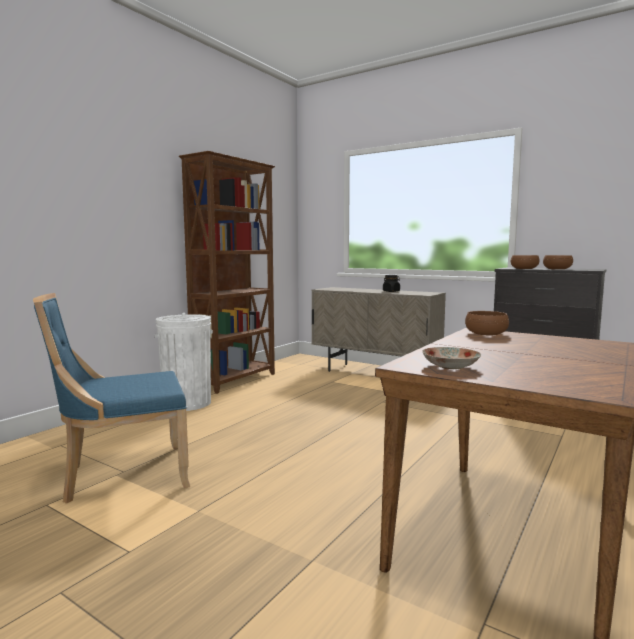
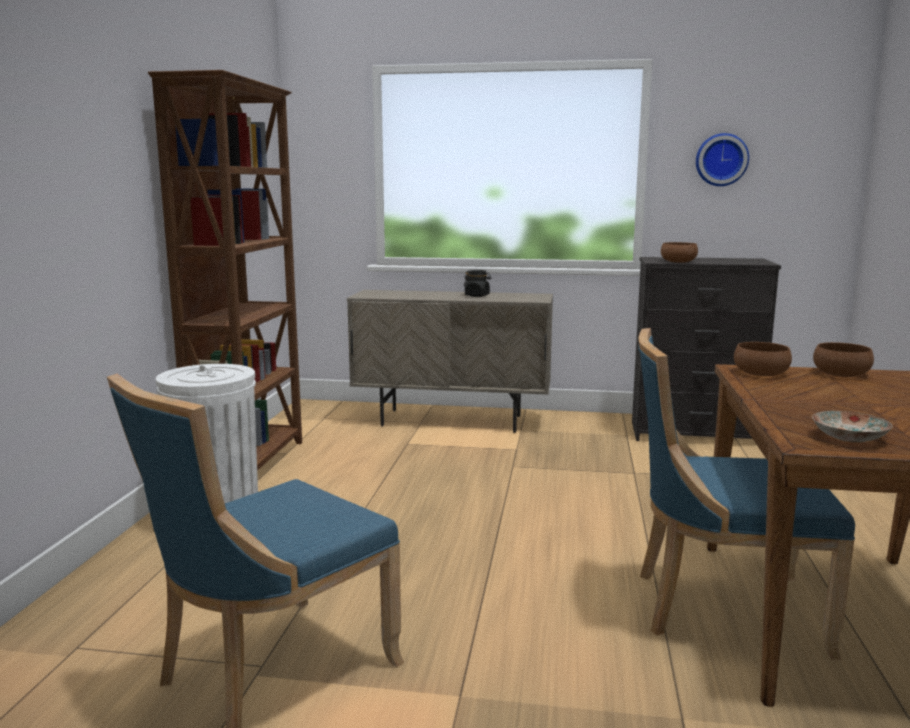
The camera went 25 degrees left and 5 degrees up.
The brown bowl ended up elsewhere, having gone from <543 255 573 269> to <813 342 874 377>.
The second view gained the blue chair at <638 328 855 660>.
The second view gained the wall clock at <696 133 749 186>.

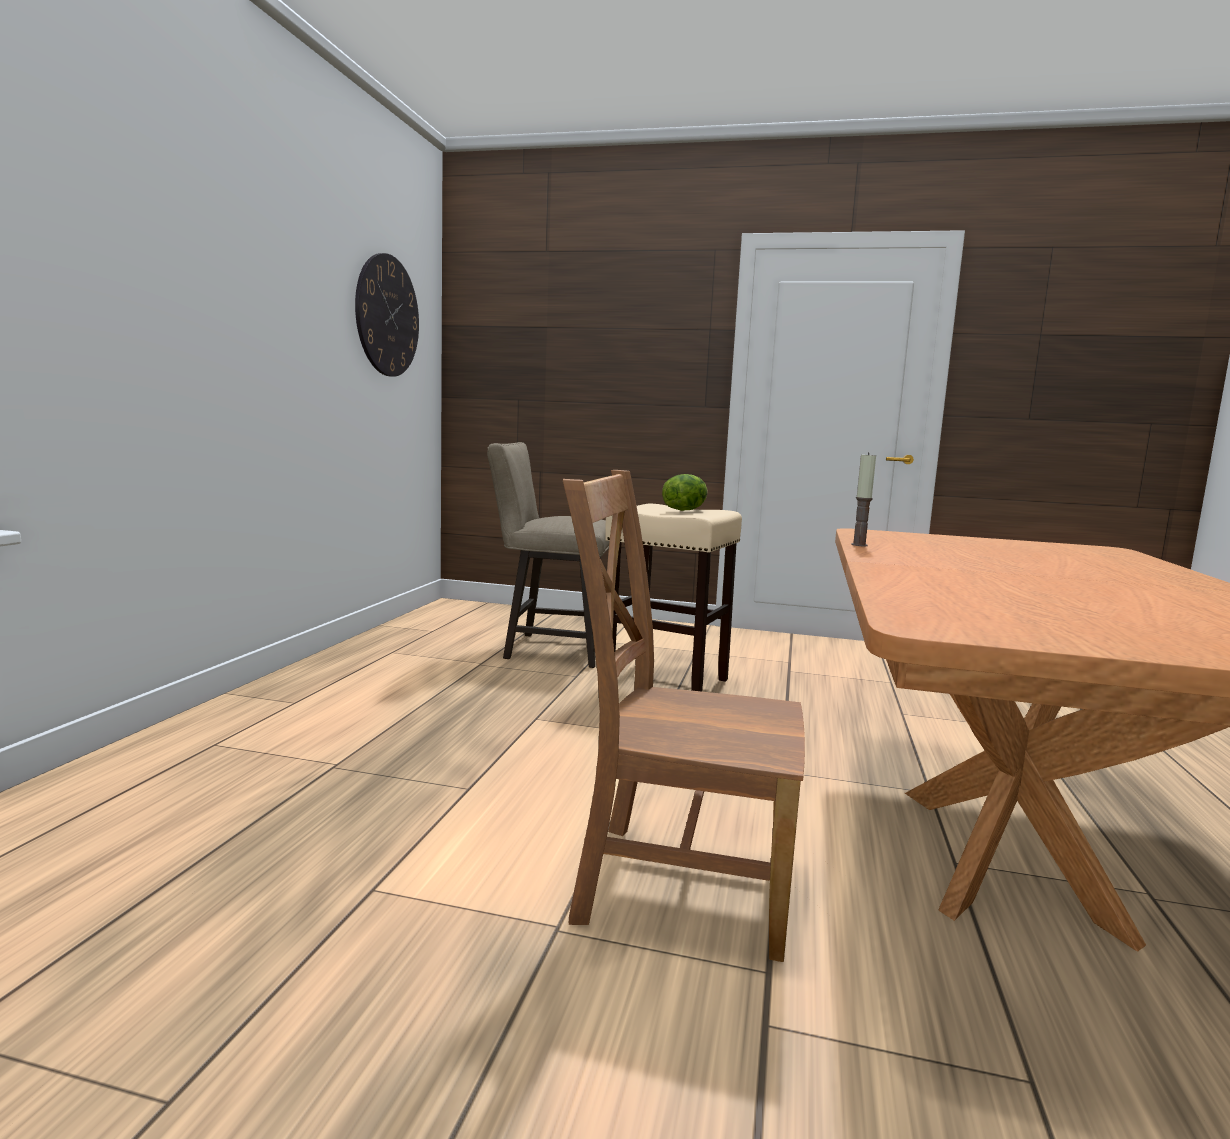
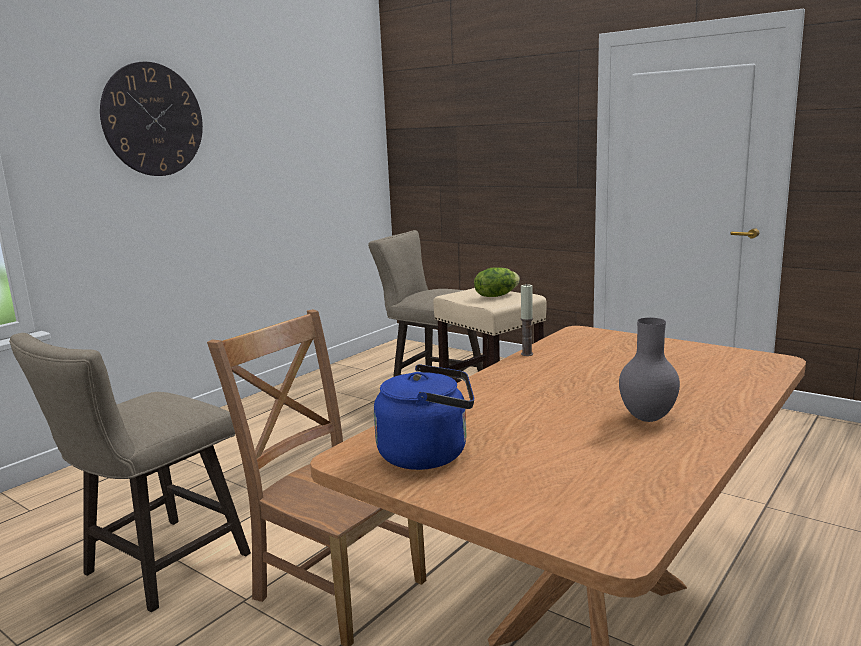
The camera went 25 degrees right and 5 degrees up.
The wall clock ended up elsewhere, having gone from <355 253 419 377> to <100 62 203 176>.
The second view gained the beige stool at <9 333 251 612>.
The second view gained the blue kettle at <374 364 474 470>.
The second view gained the grey vase at <619 318 680 422>.

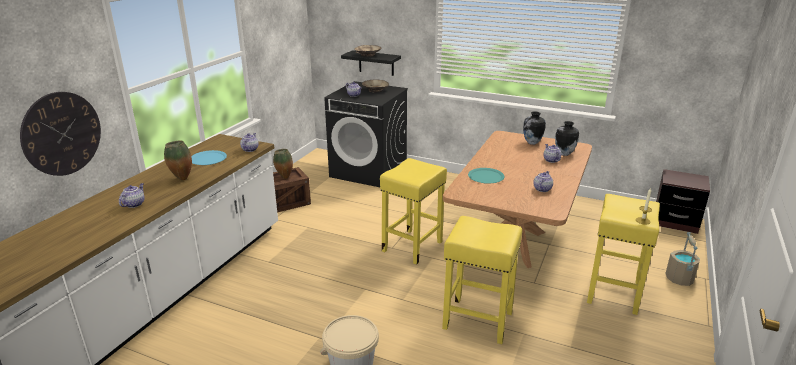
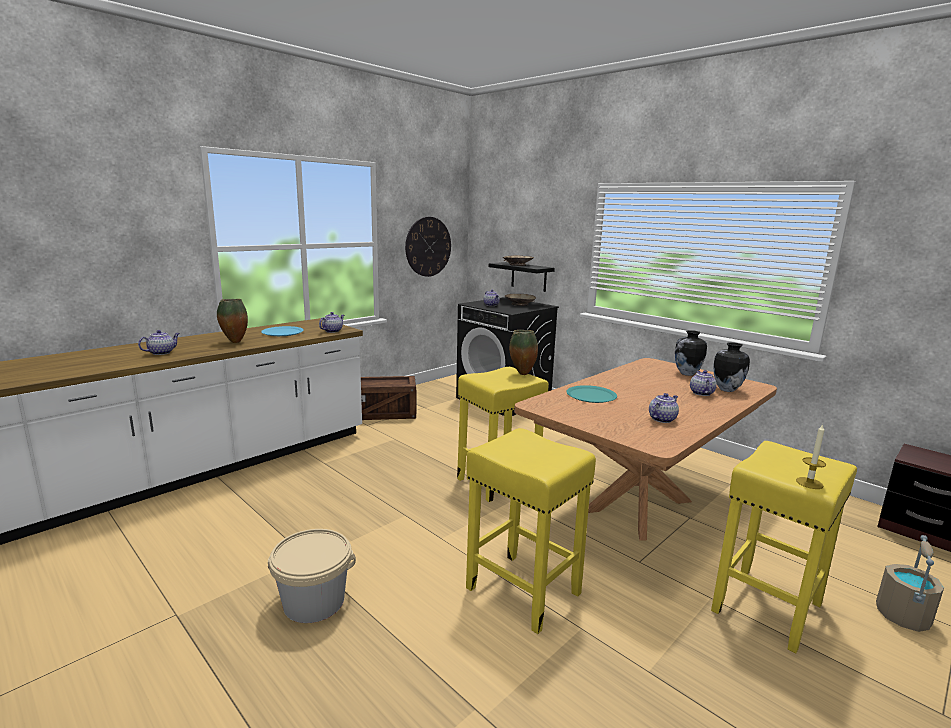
The camera went 20 degrees right and 10 degrees down.
The wall clock ended up elsewhere, having gone from <20 92 101 176> to <405 217 451 277>.
The vase ended up elsewhere, having gone from <273 149 293 179> to <509 330 538 375>.

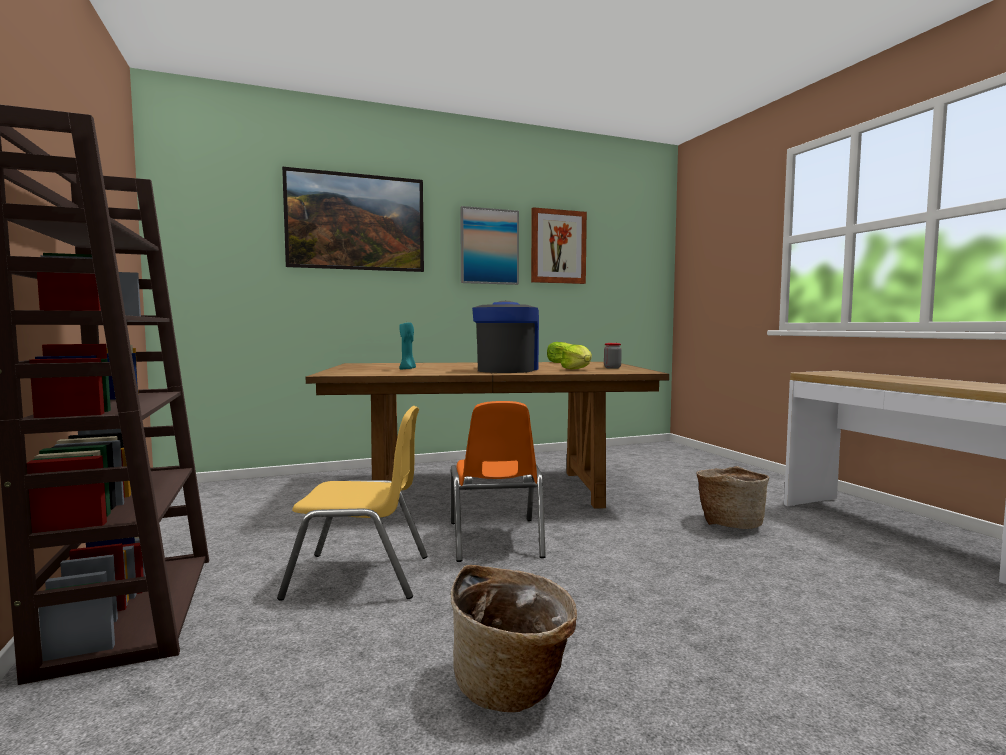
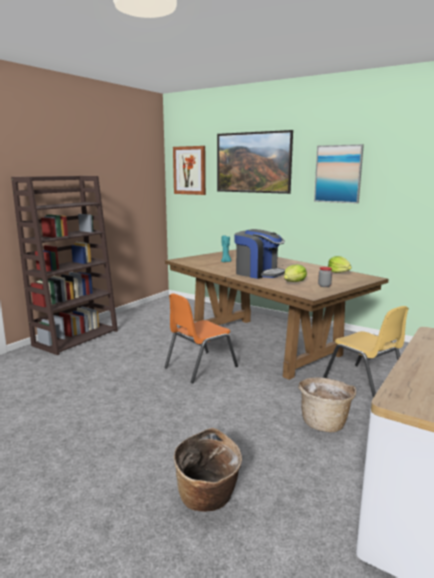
The camera went 55 degrees right and 10 degrees up.
The yellow chair ended up elsewhere, having gone from <277 406 428 600> to <323 306 409 398>.
The basket ended up elsewhere, having gone from <451 565 577 712> to <174 428 242 512>.
The coffee machine at <472 301 539 373> ended up facing another way, 60 degrees clockwise from before.
The picture ended up elsewhere, having gone from <531 207 587 284> to <173 146 206 195>.

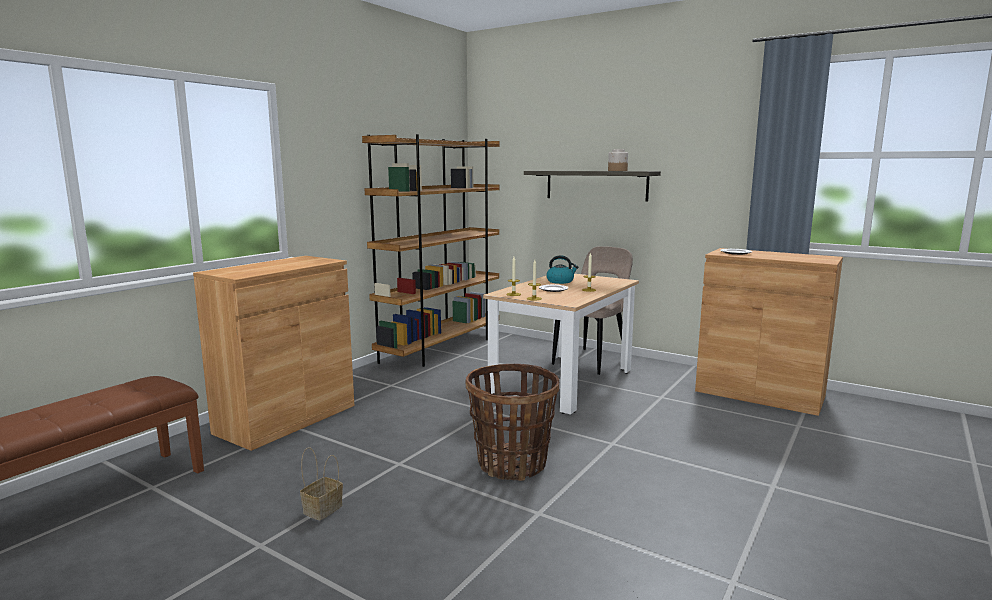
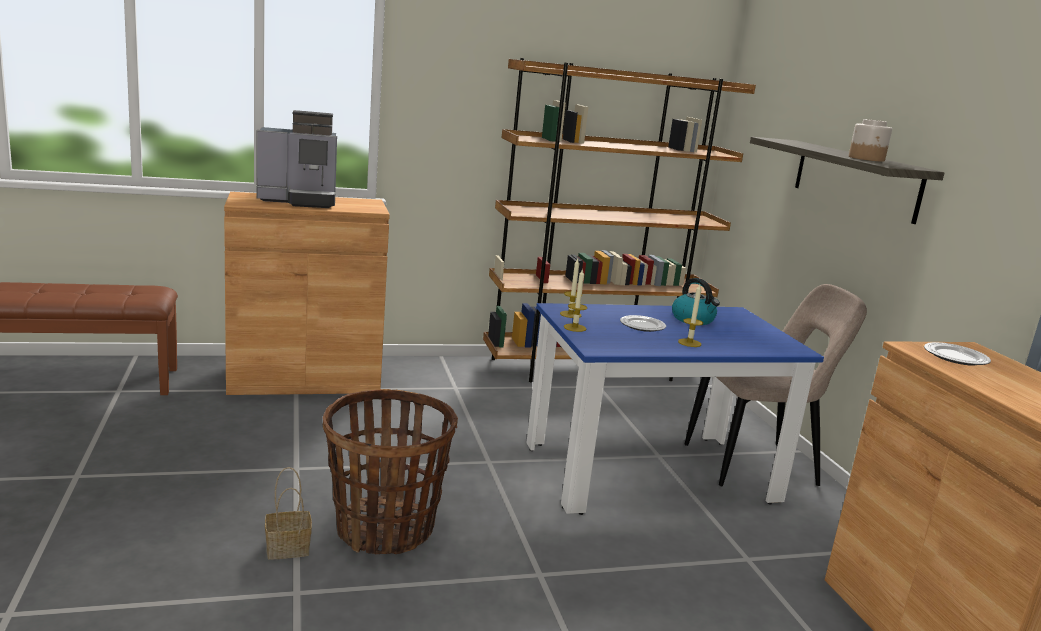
The camera went 40 degrees right and 5 degrees up.
The basket ended up elsewhere, having gone from <300 447 343 520> to <265 467 312 560>.
What was the beige dining table at <483 274 639 415> turned into the blue dining table at <527 303 824 515>.
The second view gained the coffee machine at <256 110 337 208>.

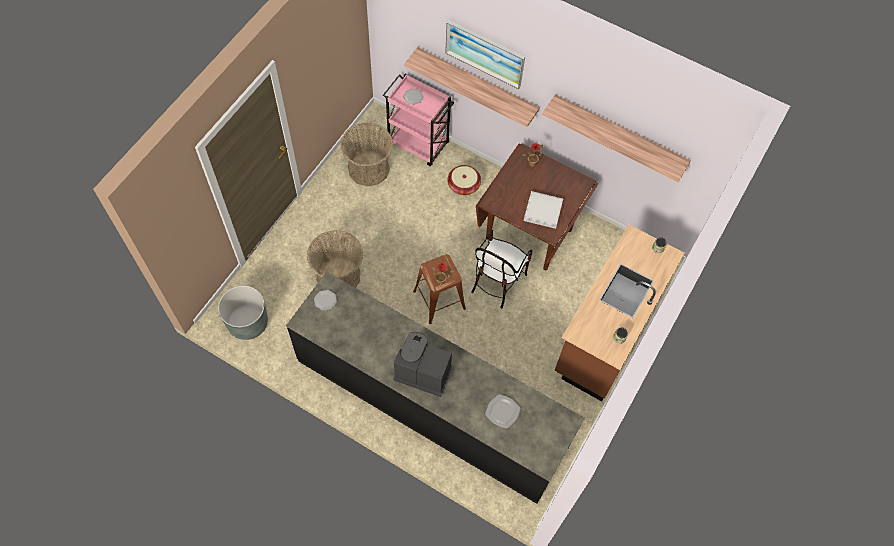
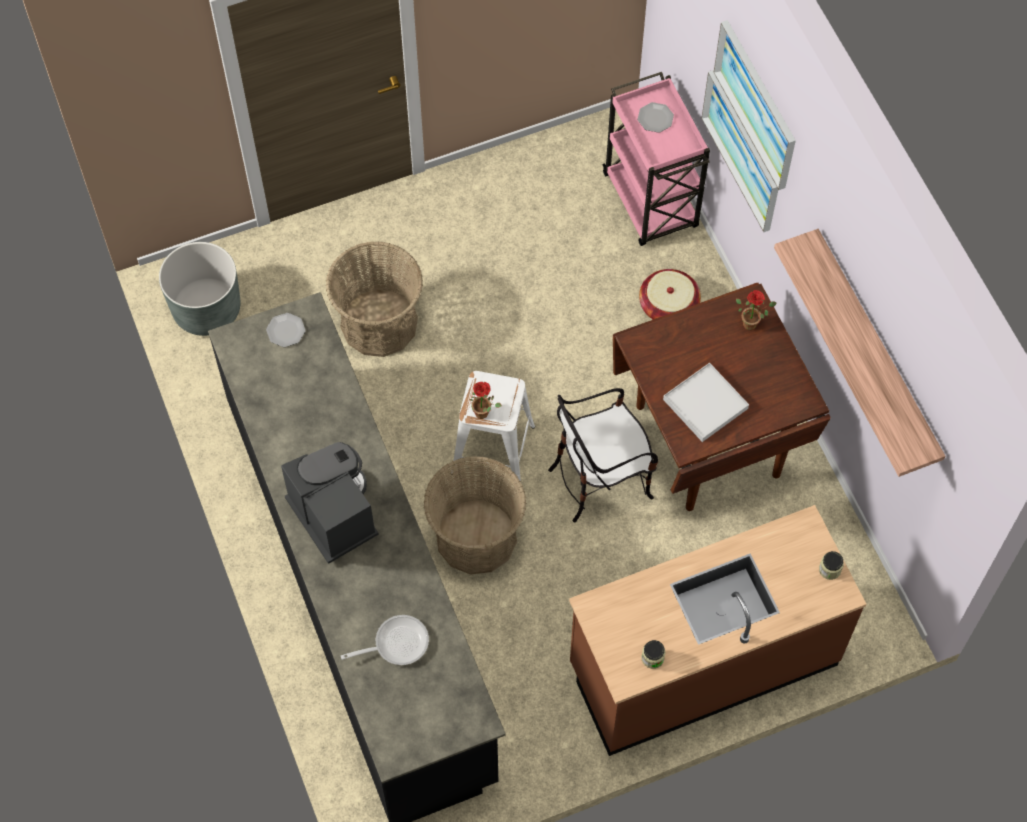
The camera went 40 degrees right and 0 degrees up.
The basket ended up elsewhere, having gone from <340 122 393 187> to <424 456 527 575>.
Where the shelf hung at <404 47 540 127>, the picture came to hang at <702 70 778 232>.
What was the brown stool at <413 254 466 324> turned into the white stool at <452 371 535 483>.
Where the plate stood at <485 394 520 428>, the frying pan came to stand at <341 615 429 665>.

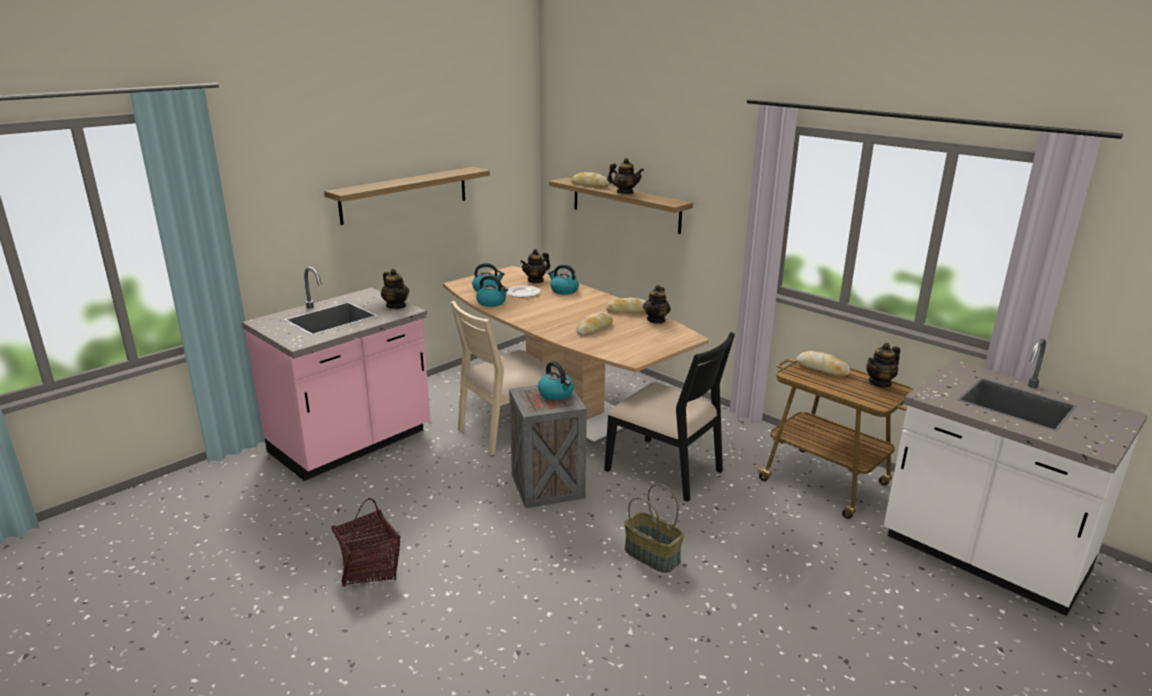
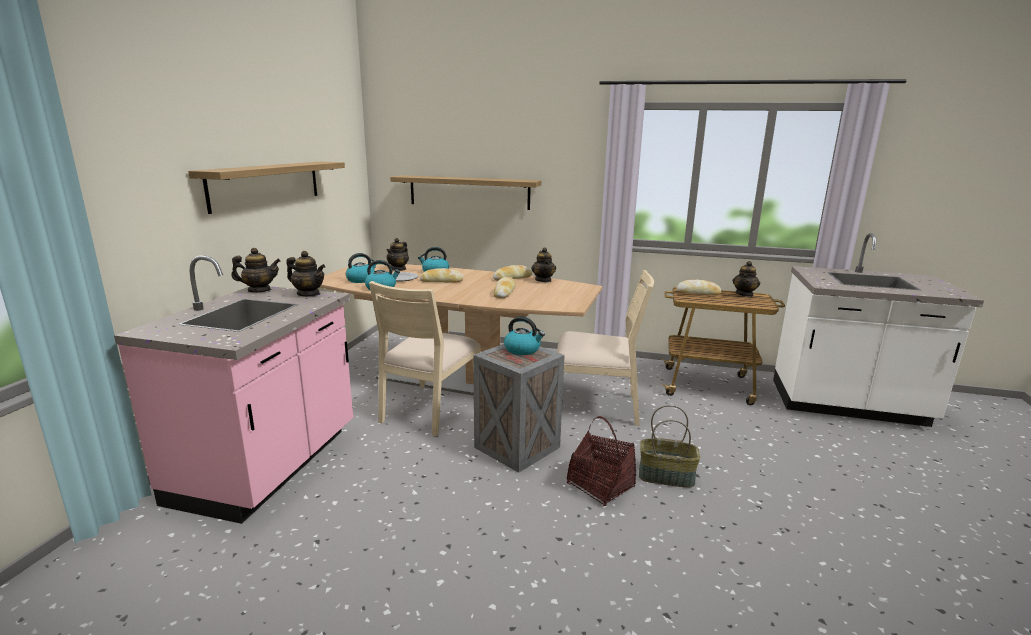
The camera went 30 degrees left and 5 degrees down.
The basket ended up elsewhere, having gone from <332 498 400 587> to <567 416 636 507>.
The bread ended up elsewhere, having gone from <571 172 609 187> to <420 268 463 283>.
What was the black chair at <604 332 735 502> turned into the beige chair at <557 270 654 426>.
The teapot ended up elsewhere, having gone from <607 158 644 194> to <231 248 281 292>.

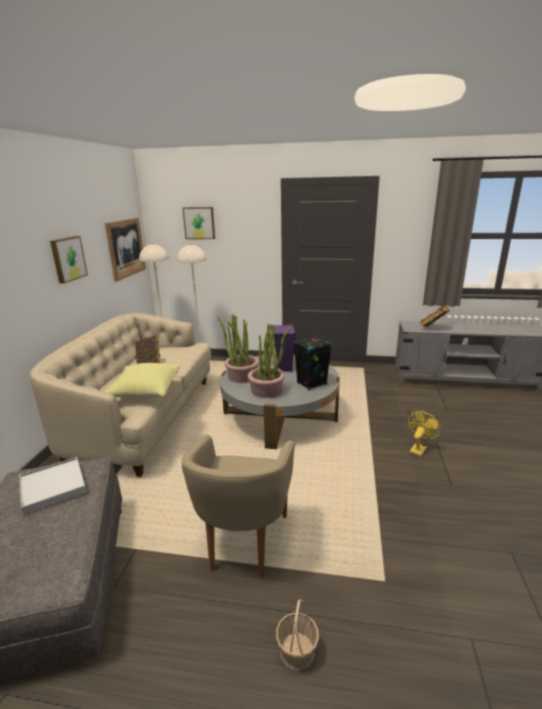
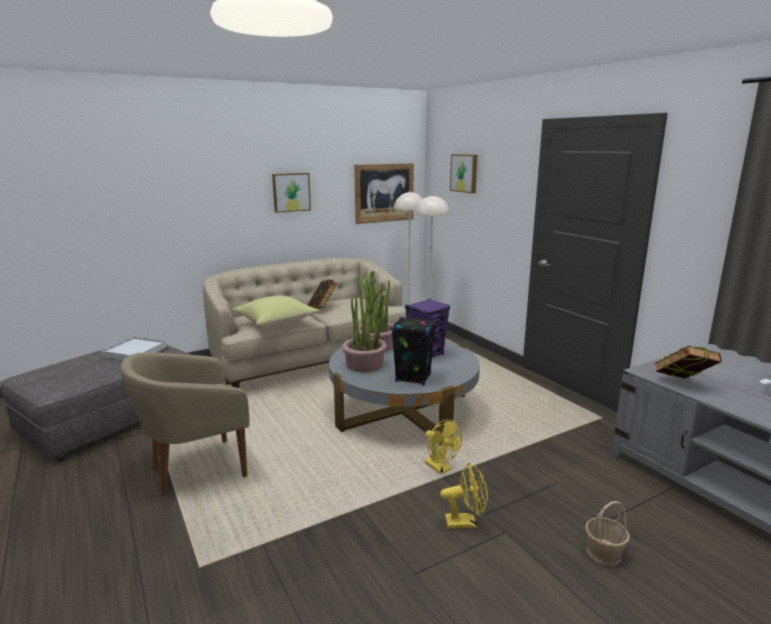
The camera went 50 degrees right and 5 degrees down.
The basket ended up elsewhere, having gone from <276 599 319 670> to <585 501 630 566>.
The second view gained the yellow fan at <424 419 462 474>.

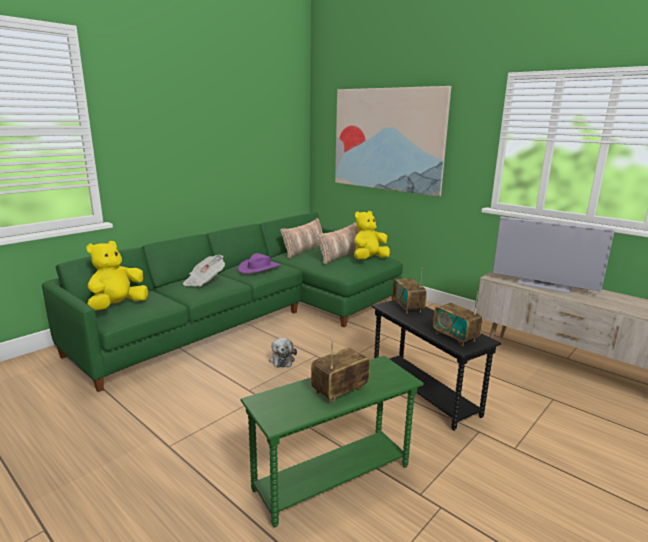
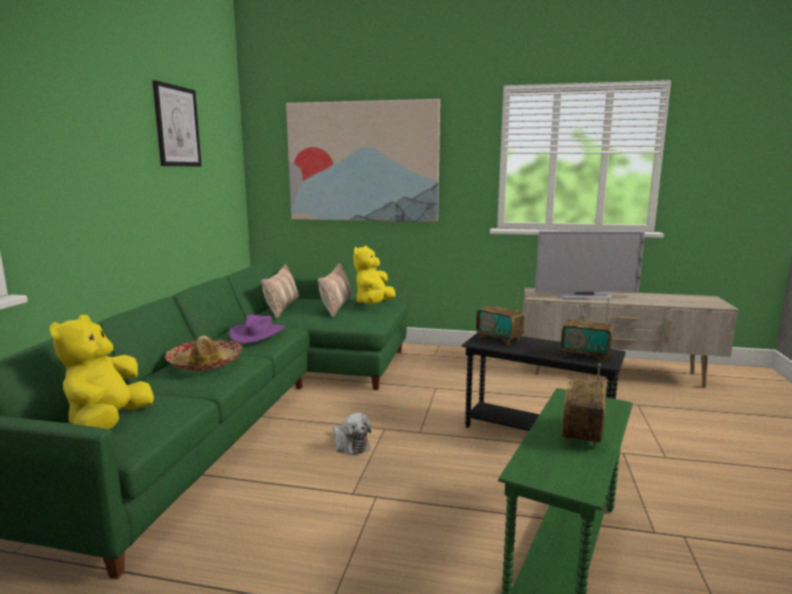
The camera went 30 degrees left and 5 degrees down.
Where the newspaper stood at <183 255 225 287>, the hat came to stand at <165 336 243 372>.
The second view gained the picture at <152 80 202 167>.

